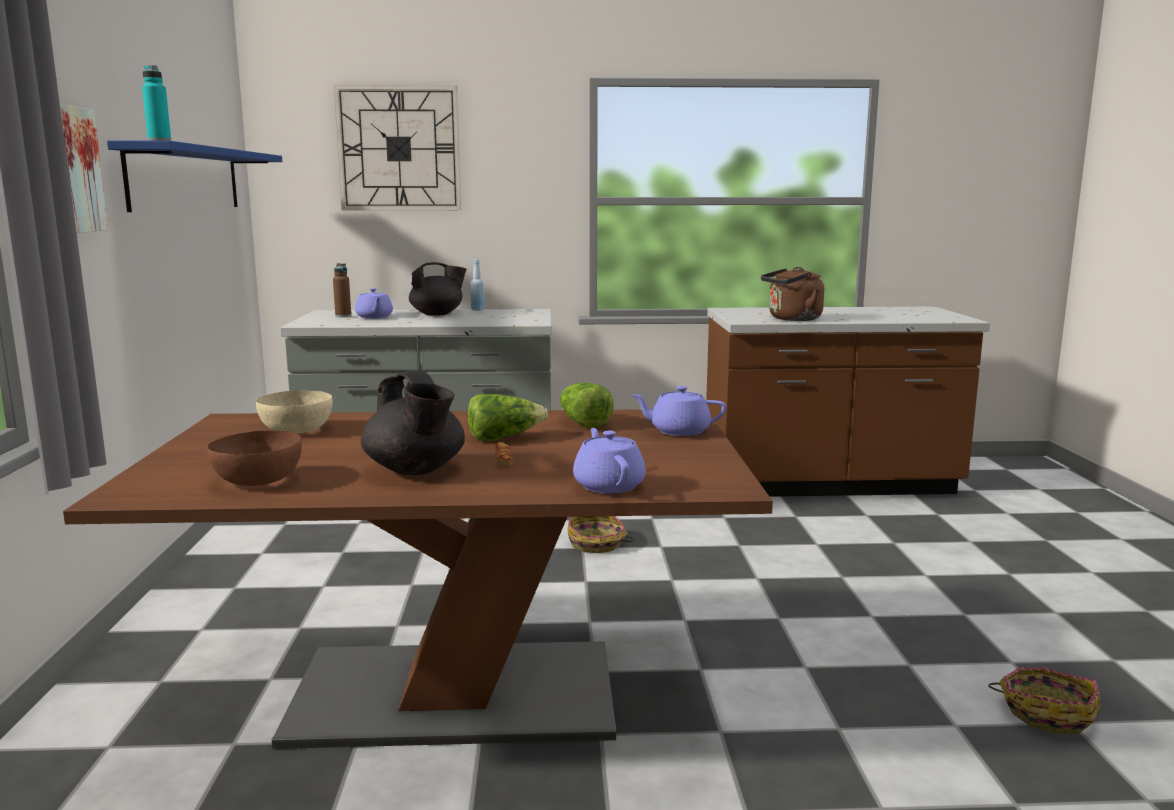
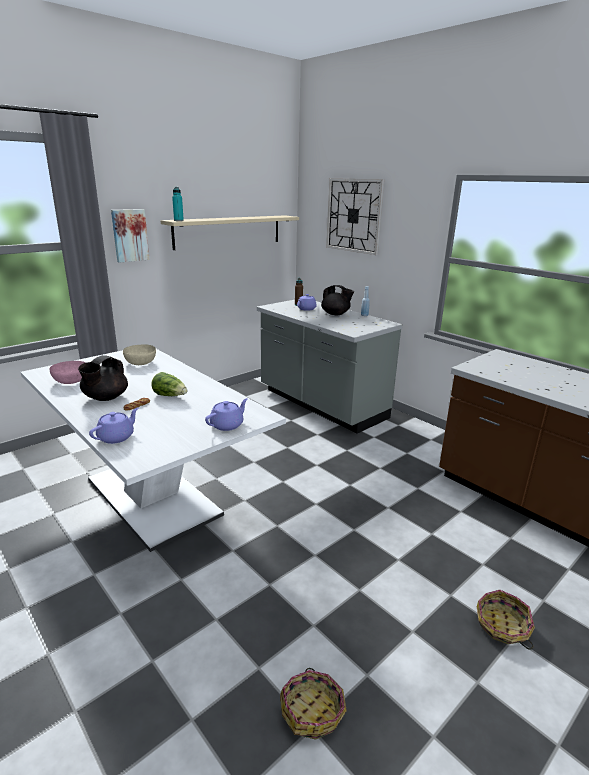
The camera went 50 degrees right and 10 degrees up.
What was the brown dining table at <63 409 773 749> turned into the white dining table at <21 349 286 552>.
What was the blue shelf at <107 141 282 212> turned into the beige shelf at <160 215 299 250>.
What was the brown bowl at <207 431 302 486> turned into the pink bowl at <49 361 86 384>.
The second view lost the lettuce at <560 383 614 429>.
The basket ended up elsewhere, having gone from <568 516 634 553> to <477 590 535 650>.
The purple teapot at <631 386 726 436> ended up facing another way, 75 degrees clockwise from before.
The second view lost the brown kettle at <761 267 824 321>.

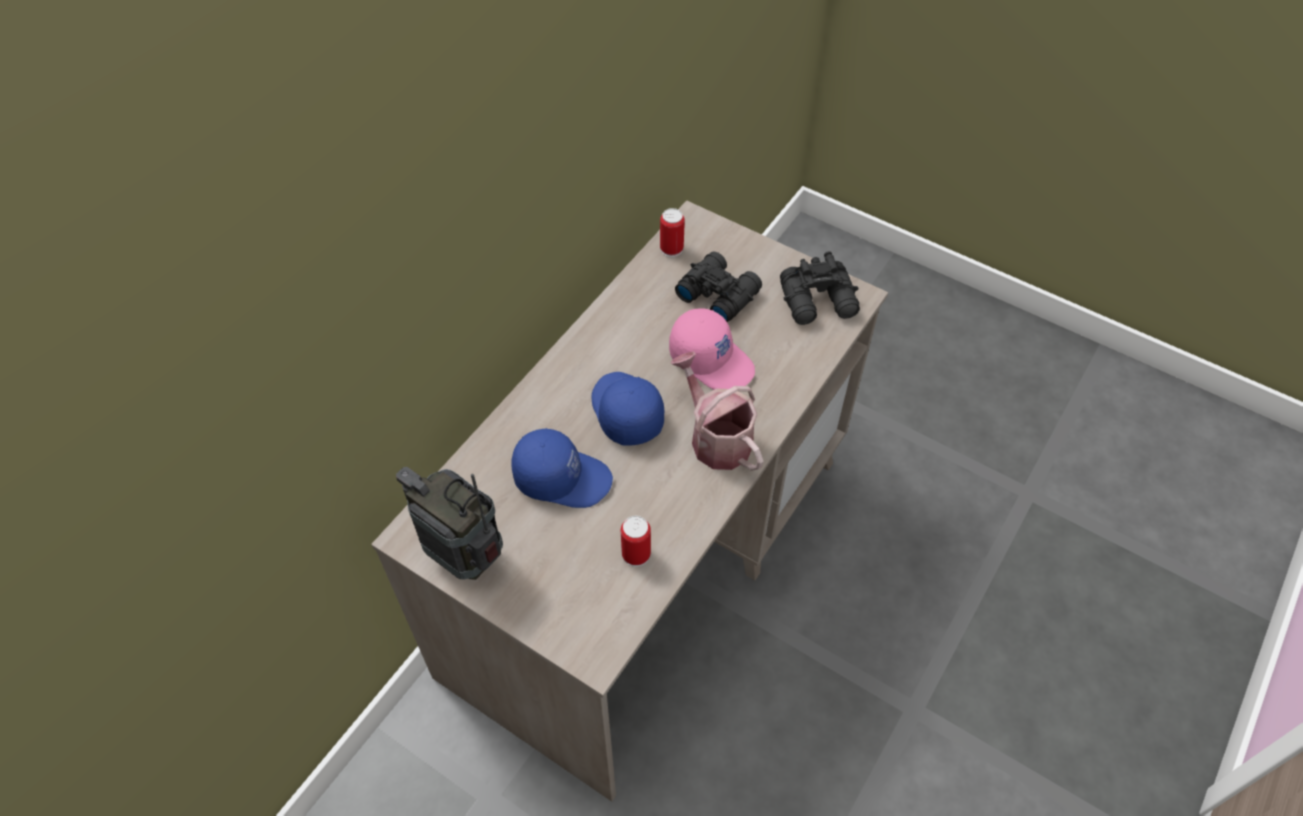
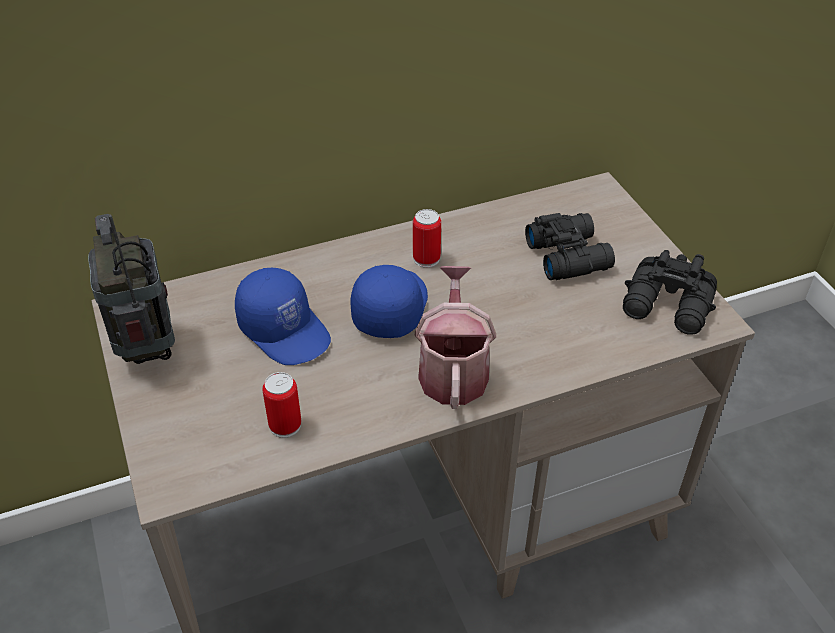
The camera went 35 degrees right and 10 degrees down.
The can ended up elsewhere, having gone from <660 208 685 257> to <413 209 441 268>.
The second view lost the pink cap at <669 308 755 389>.

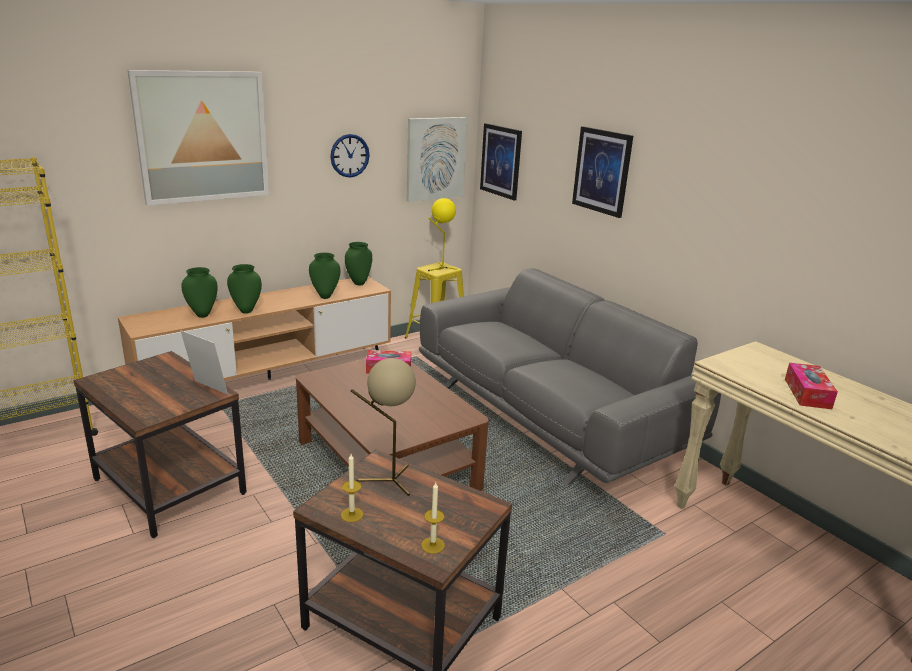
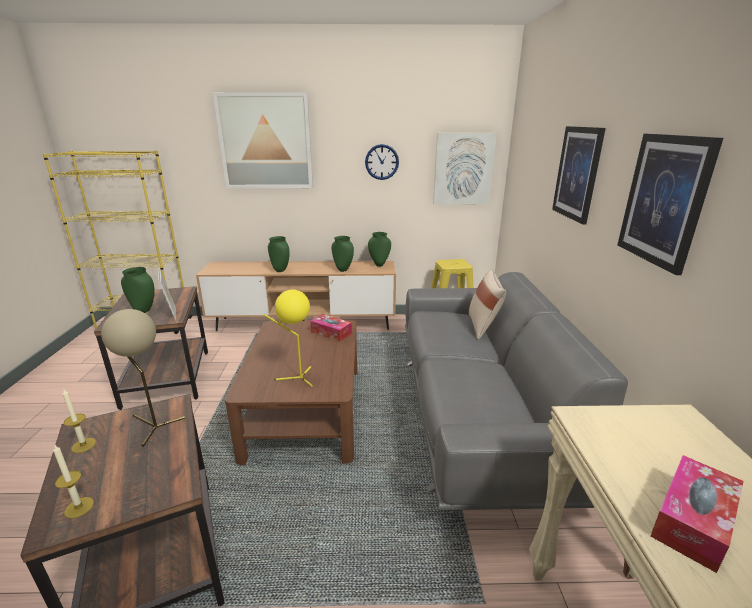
The camera went 35 degrees right and 0 degrees up.
The green vase ended up elsewhere, having gone from <181 267 218 318> to <121 267 155 313>.
The yellow table lamp ended up elsewhere, having gone from <428 198 457 271> to <263 290 313 387>.
The picture ended up elsewhere, having gone from <480 123 522 201> to <617 134 723 275>.
The second view gained the beige pillow at <469 269 506 340>.

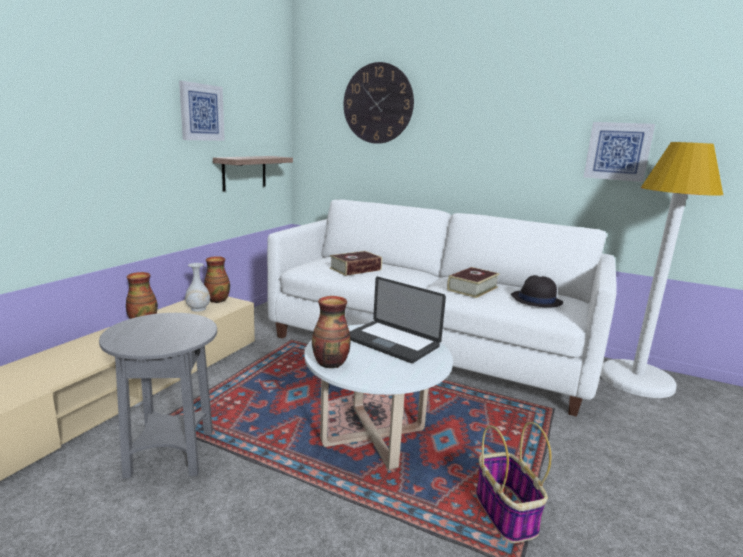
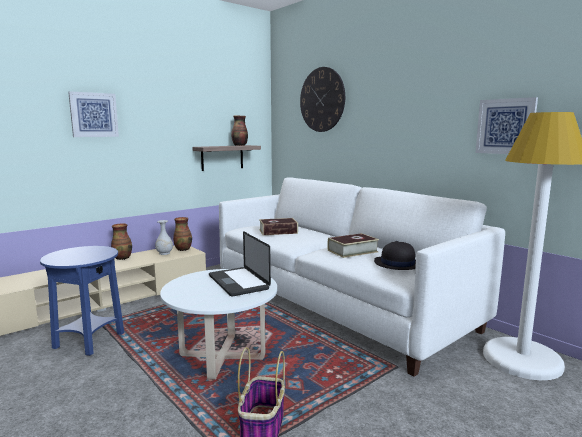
The camera went 25 degrees right and 5 degrees down.
What was the grey side table at <99 313 217 478> turned into the blue side table at <40 246 124 356>.
The picture ended up elsewhere, having gone from <179 81 225 141> to <68 91 119 137>.
The vase ended up elsewhere, having gone from <312 296 350 368> to <231 116 248 146>.

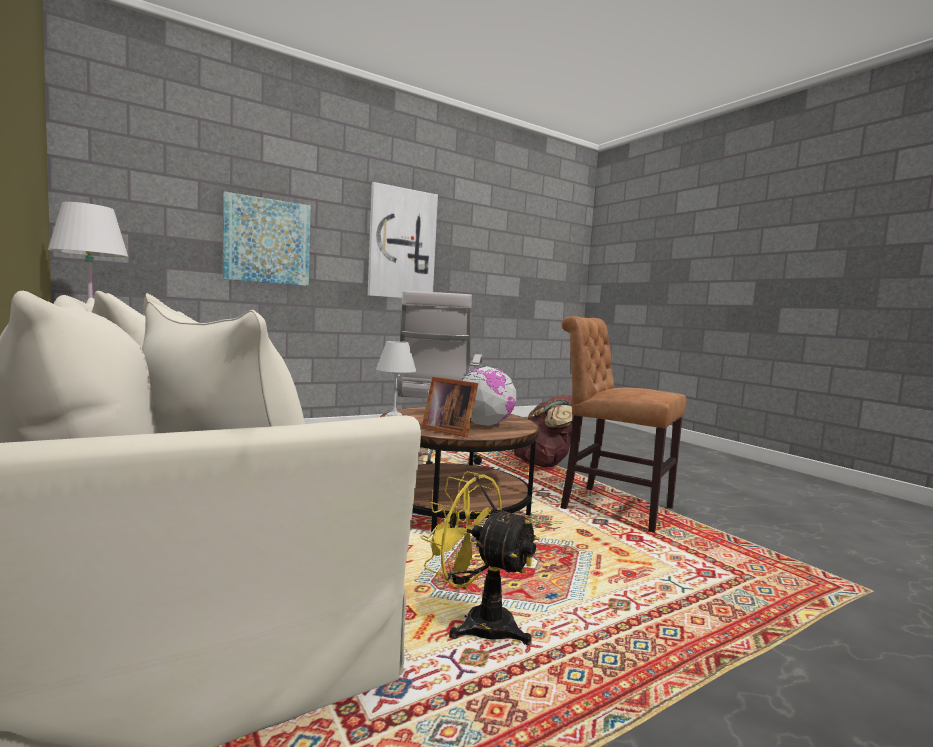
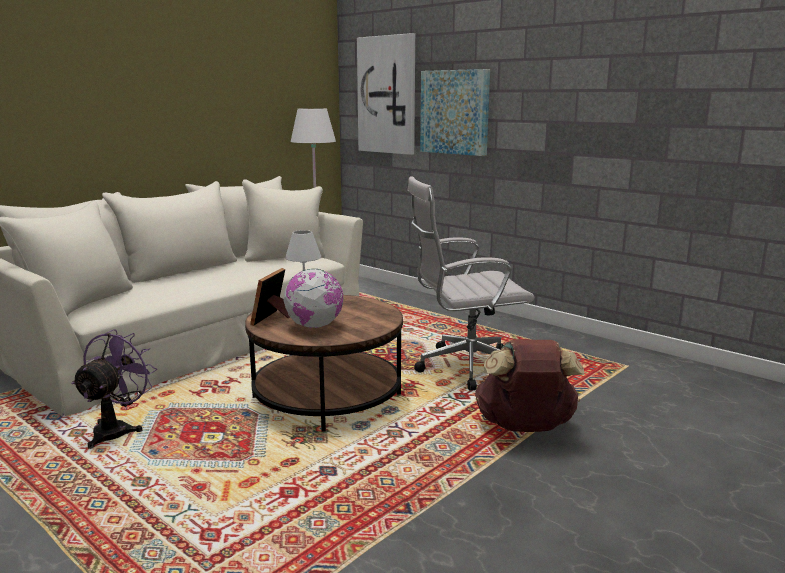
The camera went 75 degrees right and 10 degrees up.
The picture ended up elsewhere, having gone from <368 182 438 298> to <357 33 415 155>.
What was the yellow fan at <421 471 539 645> turned into the purple fan at <71 329 157 449>.
The second view lost the brown chair at <560 316 686 533>.

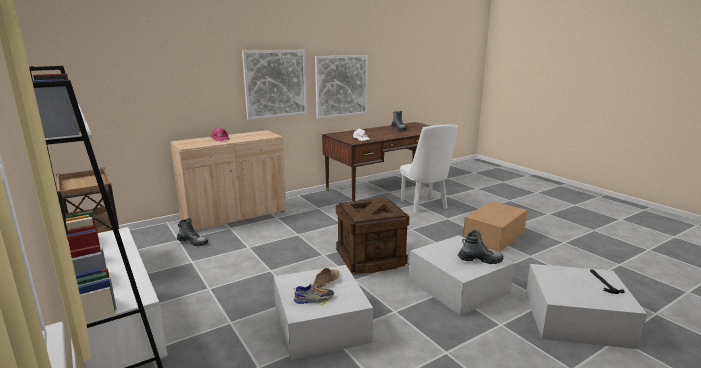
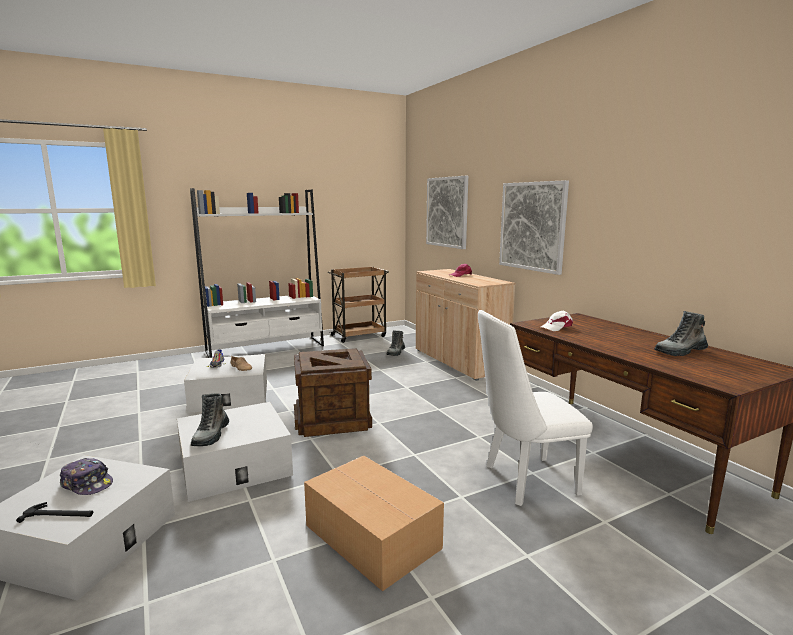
The camera went 95 degrees right and 5 degrees down.
The picture ended up elsewhere, having gone from <315 55 368 119> to <426 176 468 249>.
The second view gained the cap at <60 458 113 495>.

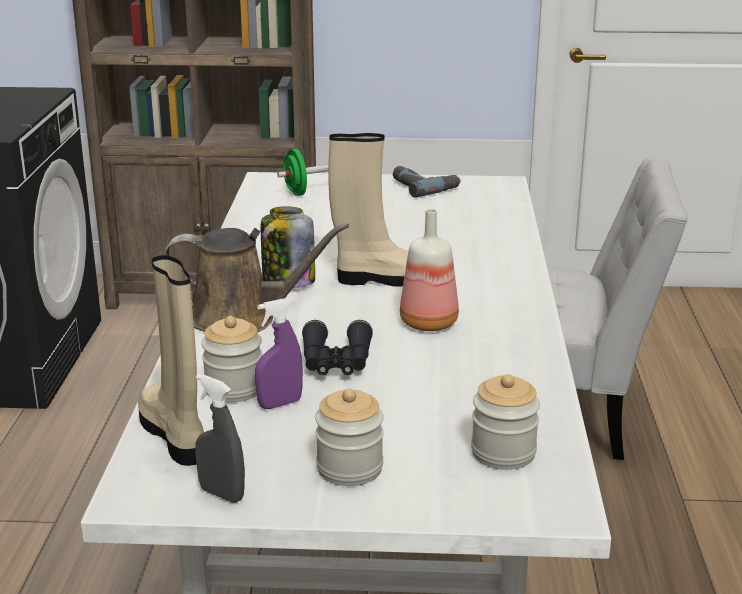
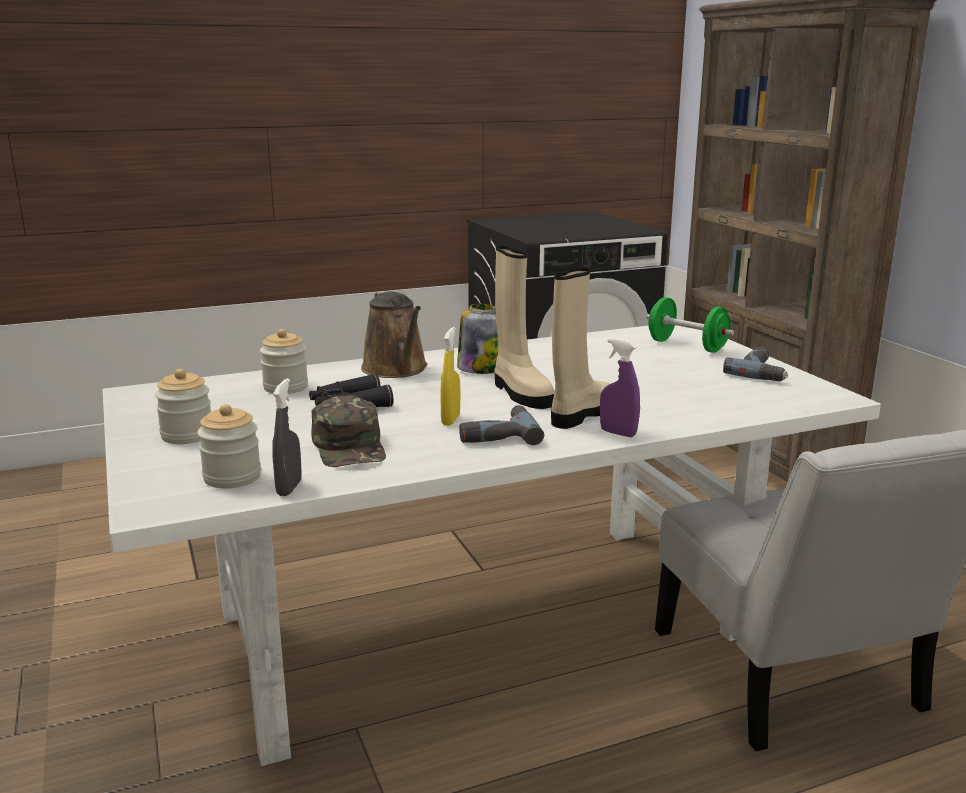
The camera went 65 degrees right and 5 degrees down.
The beige boot ended up elsewhere, having gone from <138 255 204 466> to <551 268 610 429>.
The grey spray bottle ended up elsewhere, having gone from <195 374 245 503> to <272 378 301 496>.
The purple spray bottle ended up elsewhere, having gone from <255 299 303 409> to <600 339 640 437>.
Where the bottle stood at <400 209 459 331>, the yellow spray bottle came to stand at <440 327 460 425>.
The second view gained the green cap at <311 395 386 467>.
The second view gained the power drill at <459 405 544 445>.

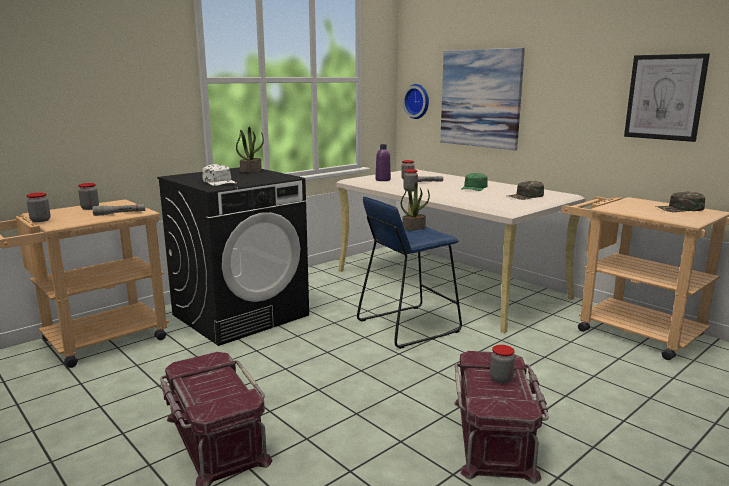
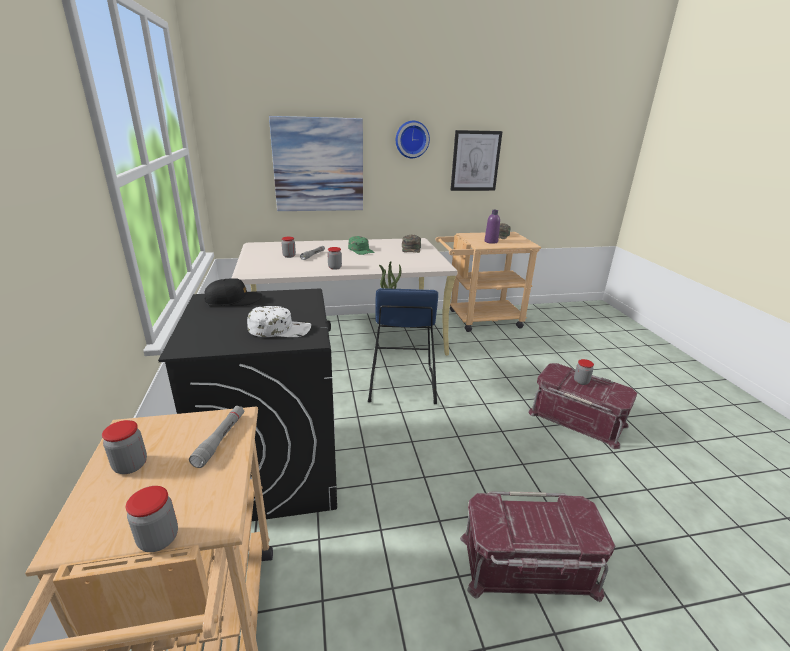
The camera went 60 degrees left and 10 degrees up.
Where the potted plant stood at <236 127 264 173>, the black cap came to stand at <205 278 262 306>.
The purple bottle ended up elsewhere, having gone from <375 144 391 181> to <484 210 500 244>.
The wall clock ended up elsewhere, having gone from <403 84 429 119> to <396 121 430 158>.

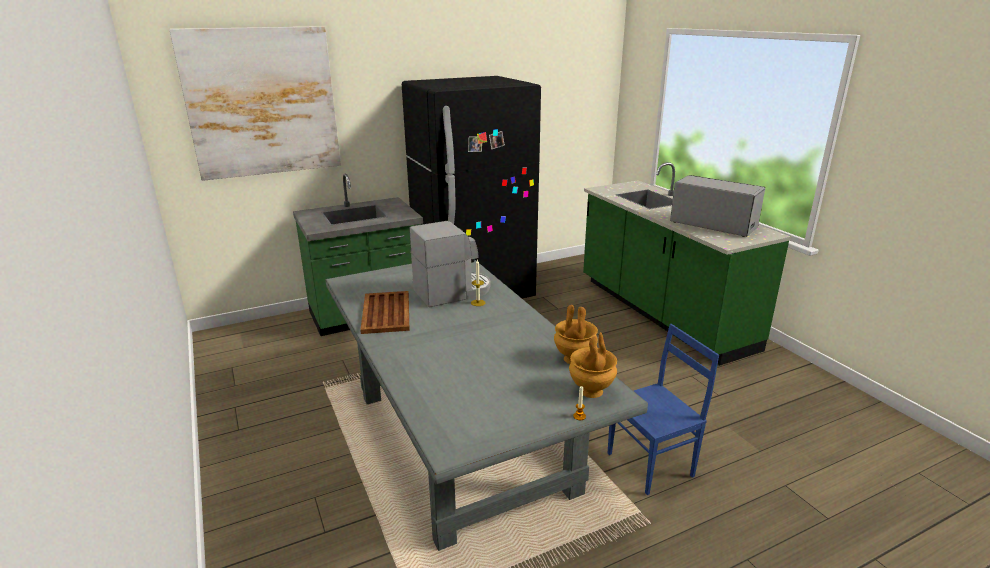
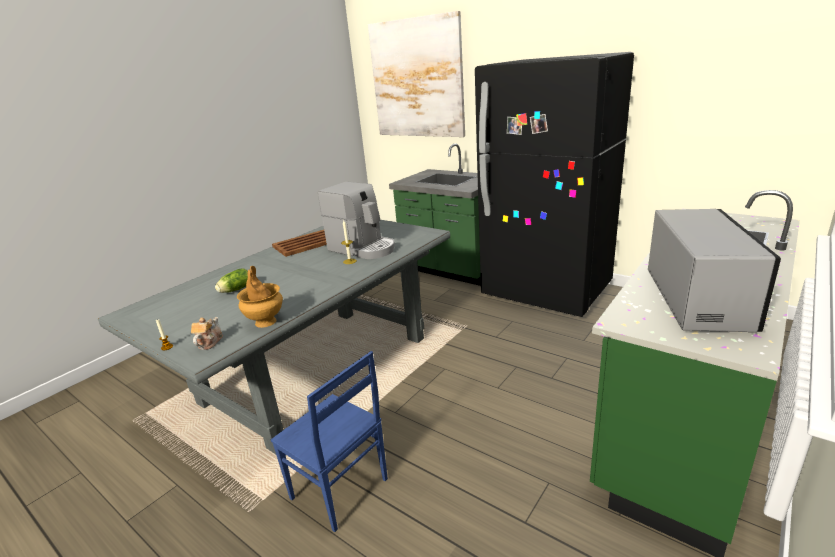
The camera went 65 degrees right and 0 degrees up.
Where the brown vase stood at <569 332 617 398>, the teapot came to stand at <191 317 223 350>.
The second view gained the lettuce at <215 268 248 293>.

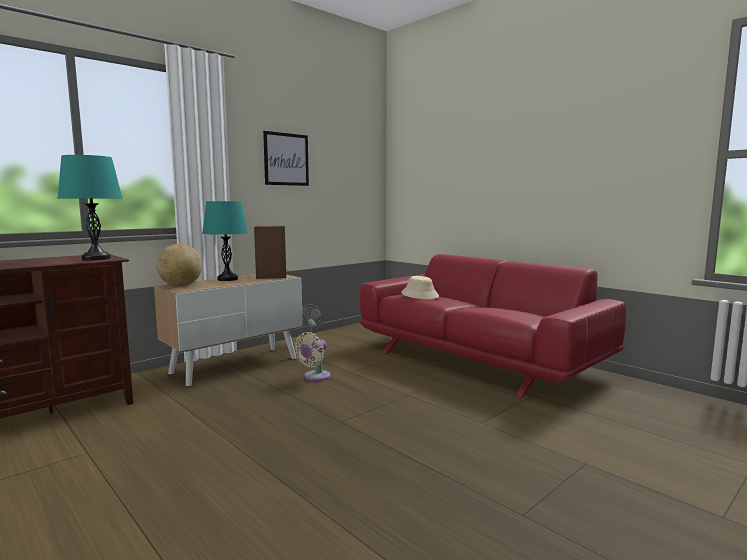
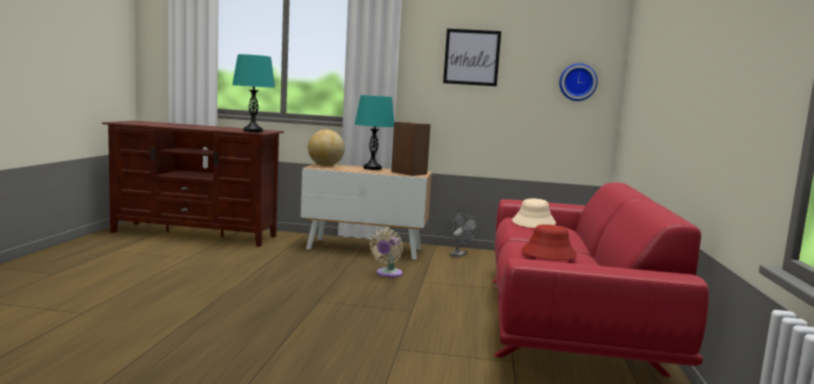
The camera went 50 degrees right and 0 degrees up.
The beige fan at <294 332 331 381> ended up facing another way, 60 degrees counterclockwise from before.
The second view gained the red hat at <522 224 577 260>.
The second view gained the wall clock at <559 63 598 101>.

